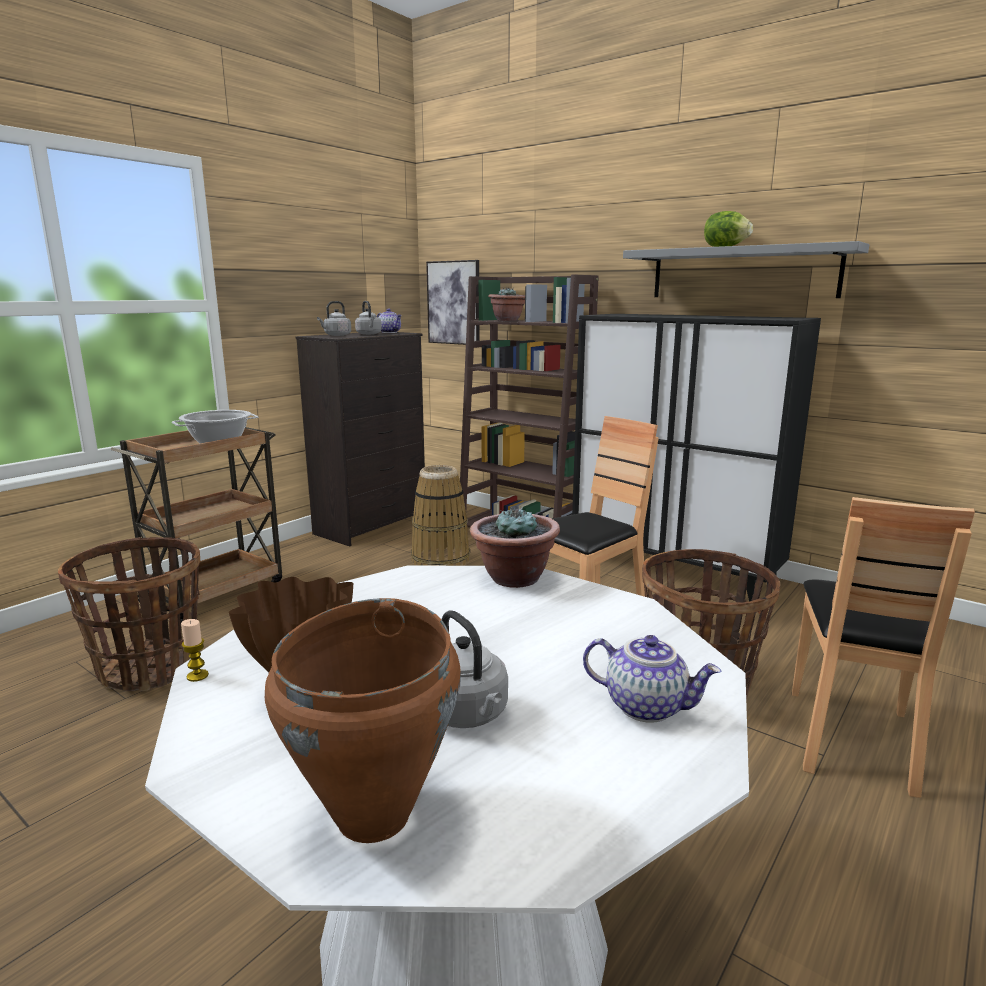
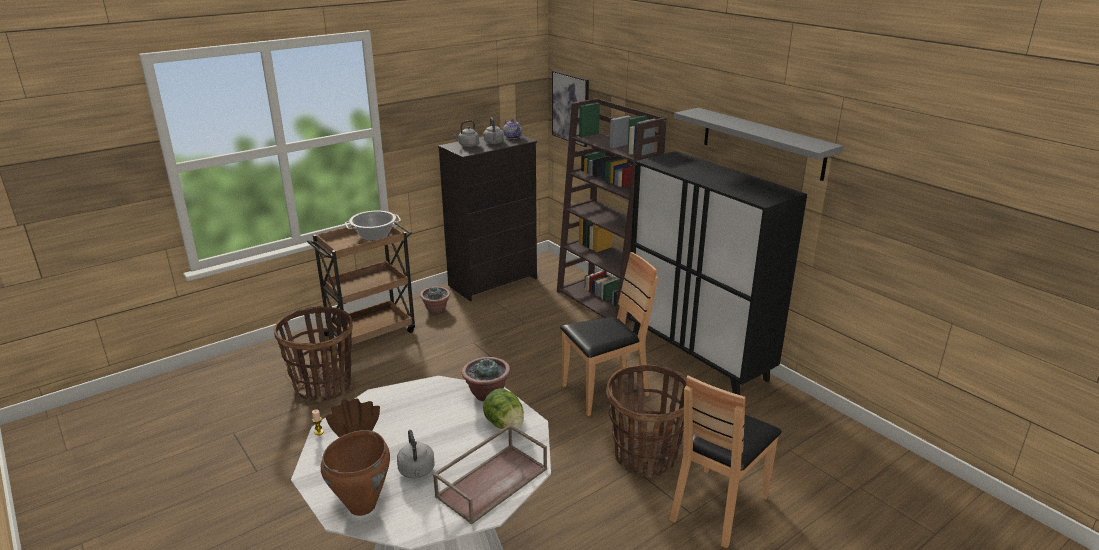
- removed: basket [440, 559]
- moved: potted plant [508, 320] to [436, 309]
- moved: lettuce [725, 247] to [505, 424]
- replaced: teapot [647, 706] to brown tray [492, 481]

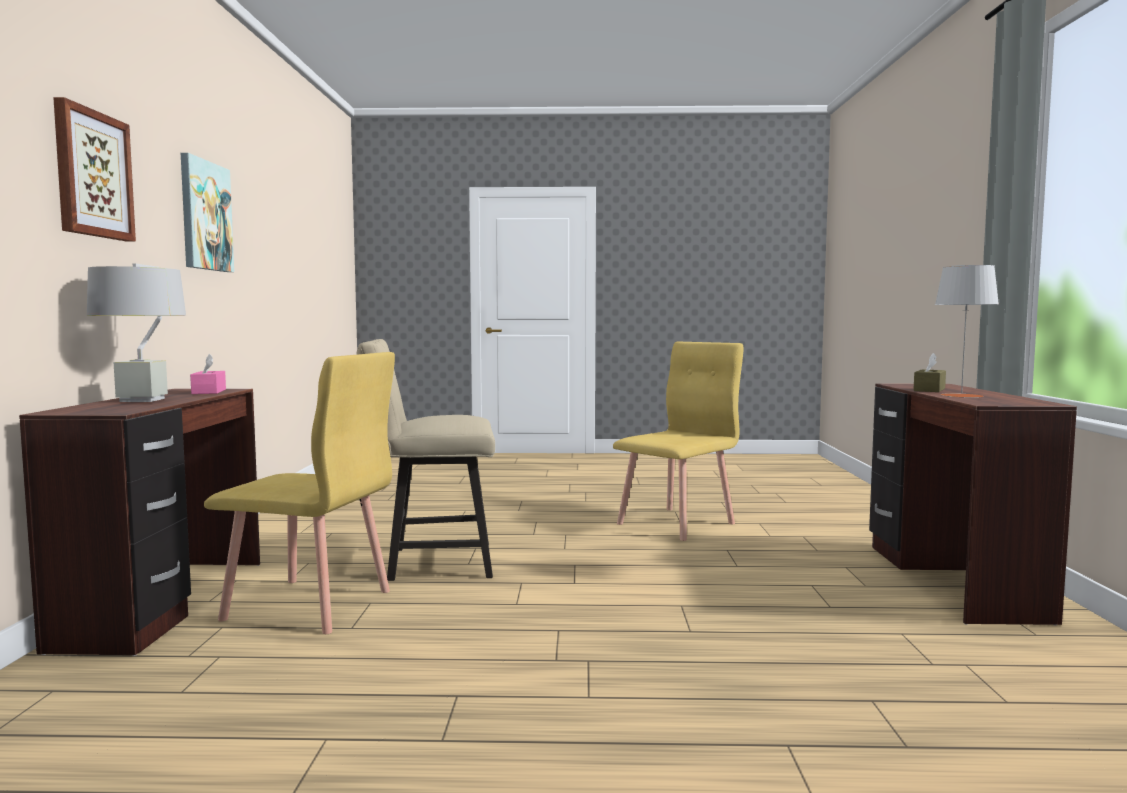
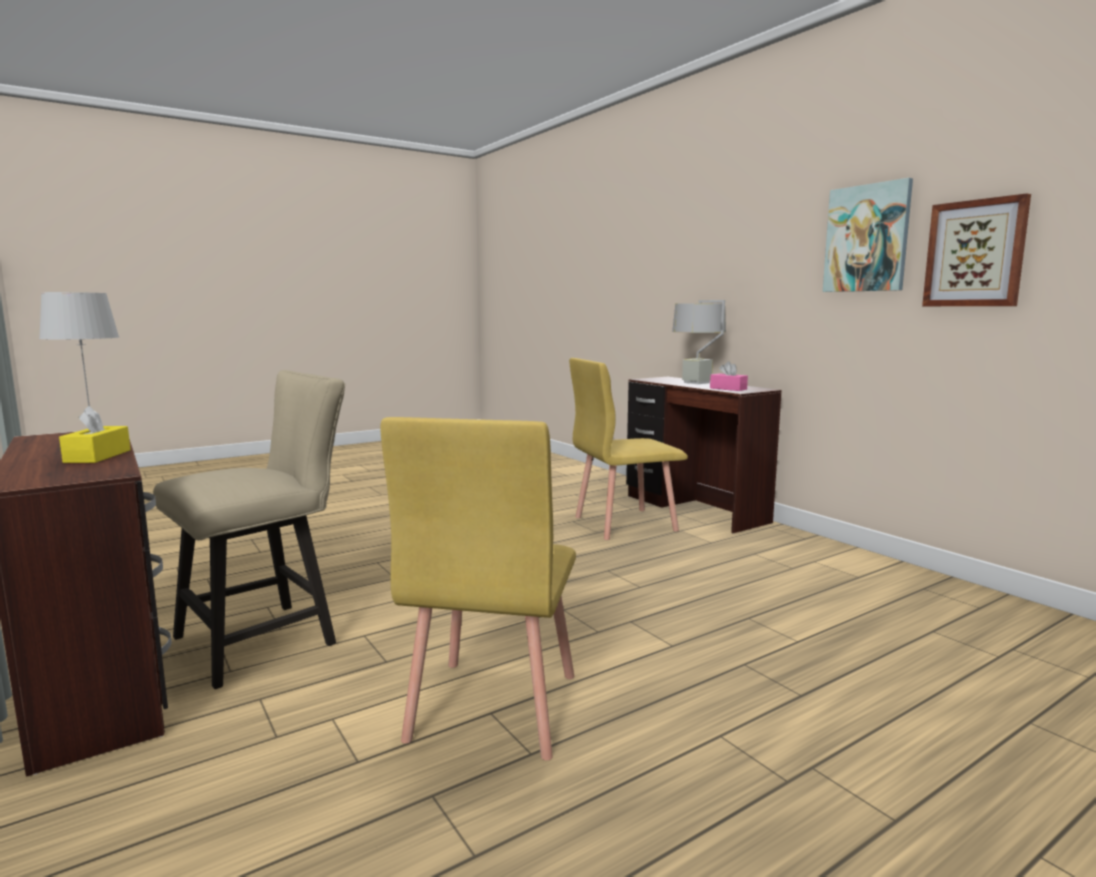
- moved: picture [92, 174] to [975, 254]
- moved: beige chair [431, 562] to [267, 638]
- recoloured: brown tissue box [929, 390] to yellow tissue box [98, 456]

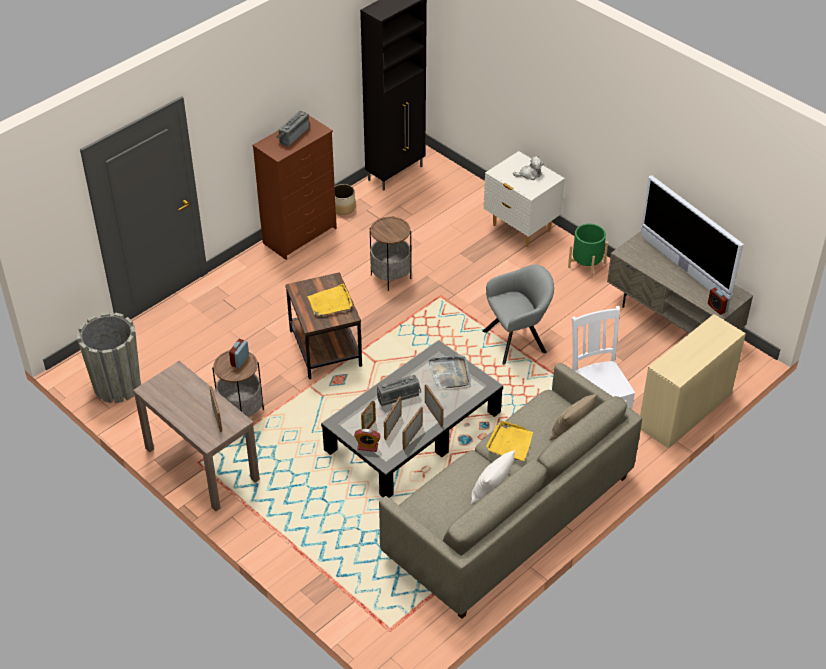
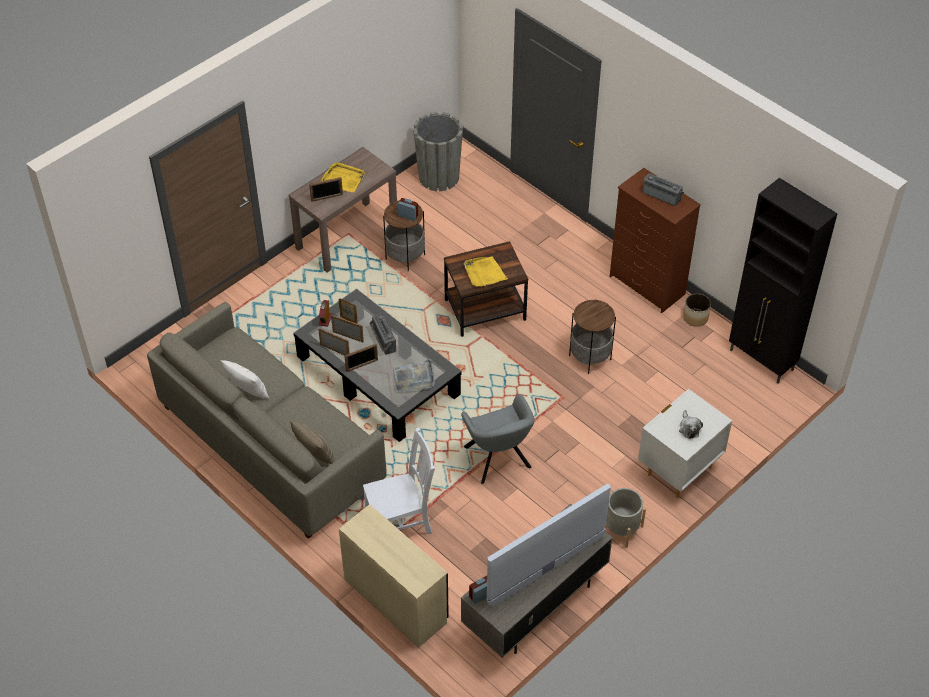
- moved: yellow tray [510, 443] to [343, 179]
- recoloured: green planter [586, 265] to grey planter [621, 529]

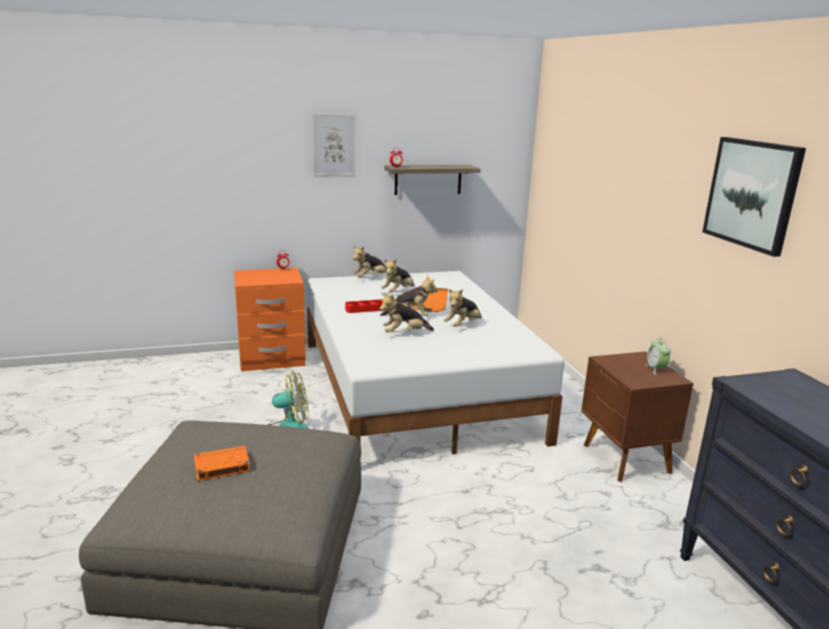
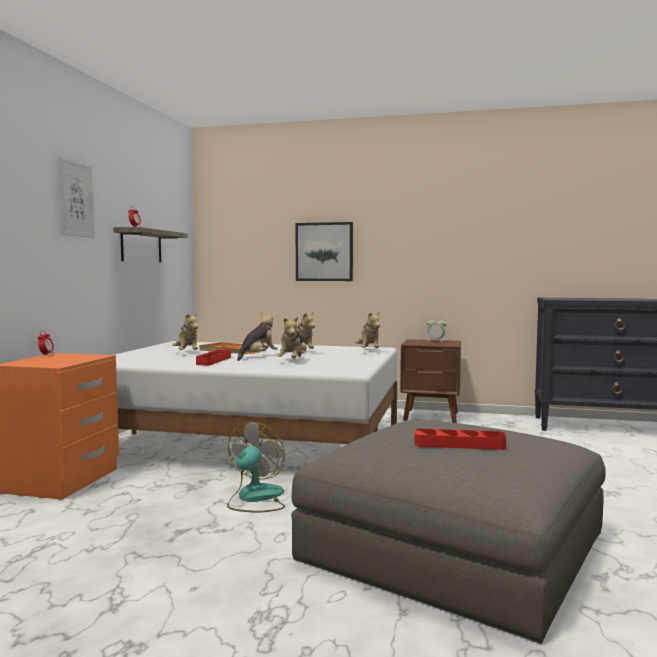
- moved: plush toy [370, 278] to [369, 351]
- moved: picture [752, 194] to [324, 252]
- replaced: orange book [221, 467] to red tray [459, 444]

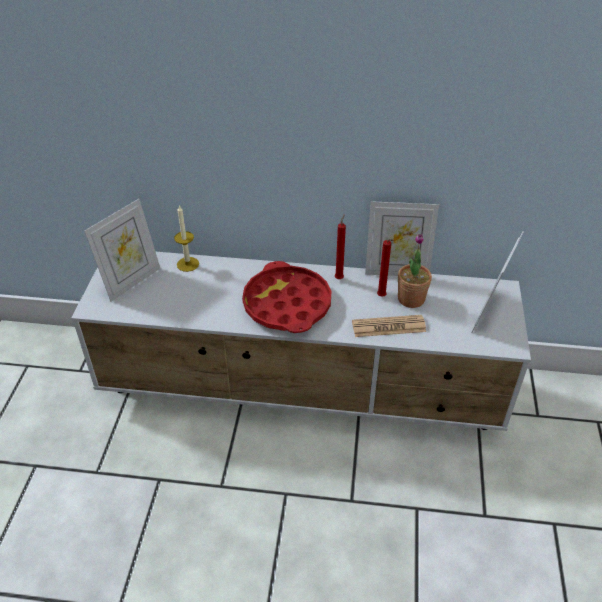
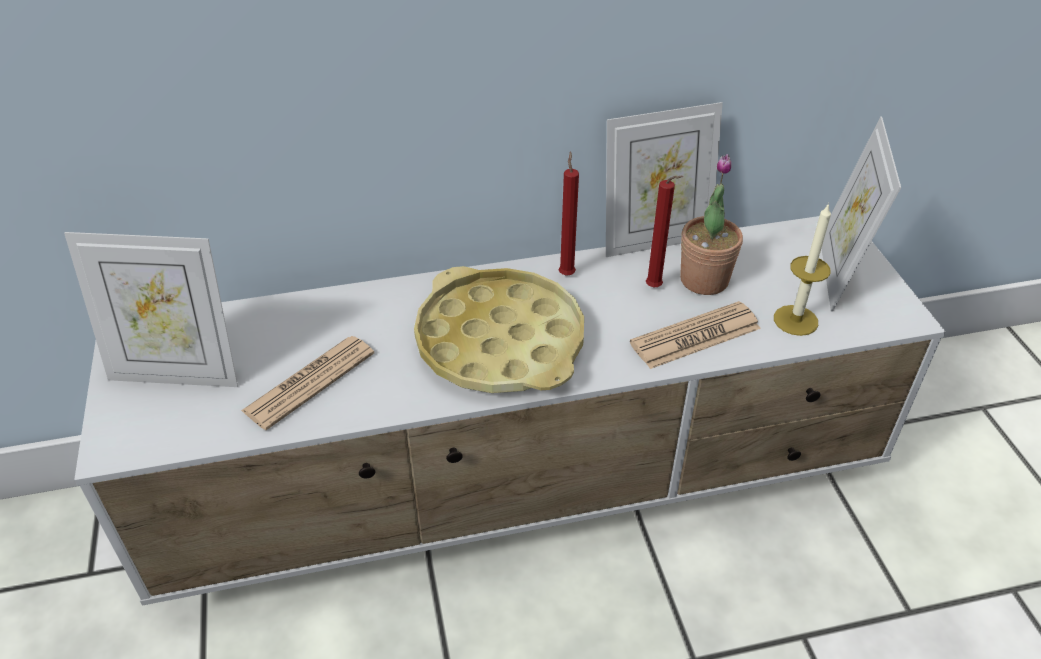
- added: newspaper [309, 382]
- moved: candle [188, 264] to [795, 320]
- recoloured: red tray [287, 304] to yellow tray [499, 342]
- turned: picture frame [131, 281] = [177, 373] 75 degrees clockwise

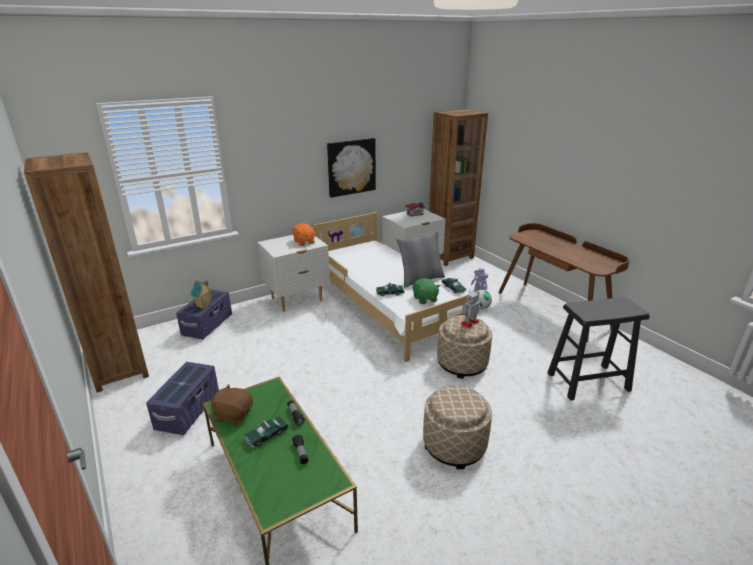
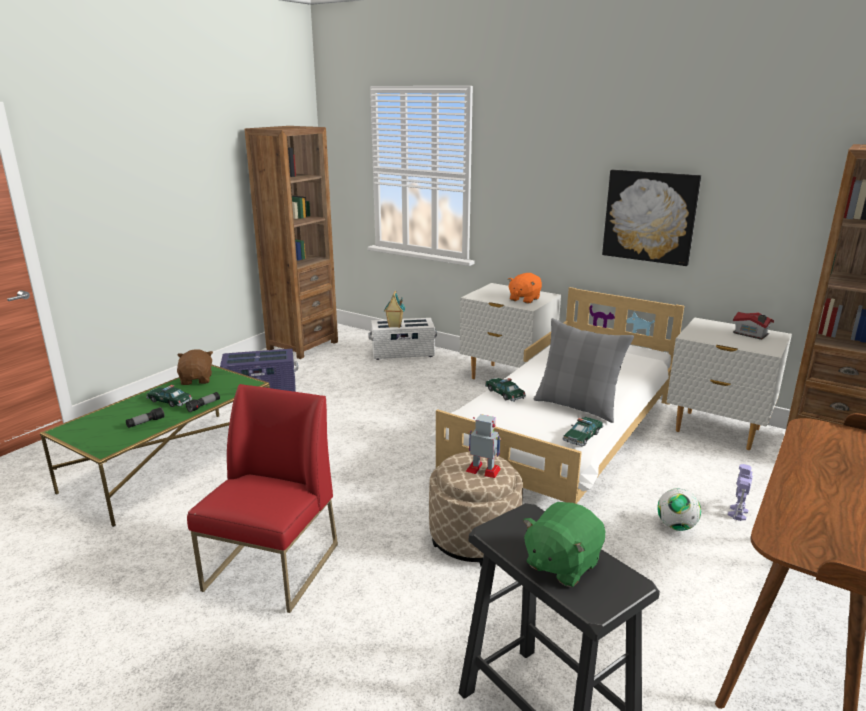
- moved: green plush toy [424, 299] to [561, 564]
- replaced: beige ottoman [454, 445] to red chair [272, 567]
- recoloured: purple storage box [207, 325] to white storage box [403, 353]

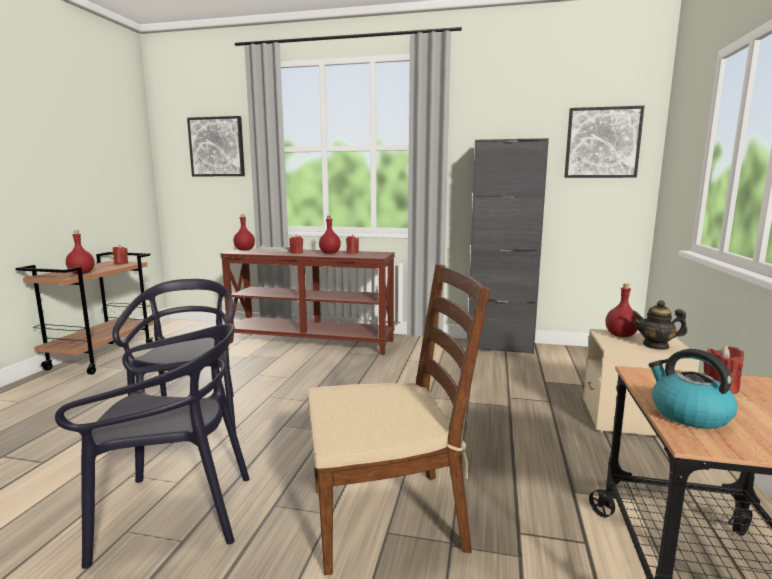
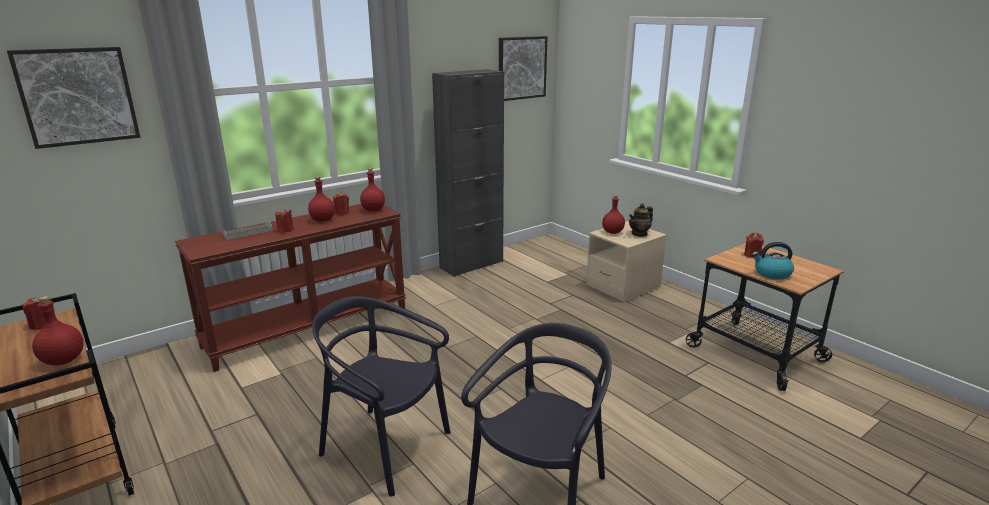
- removed: brown chair [388, 517]
- moved: red bottle [245, 250] to [373, 210]

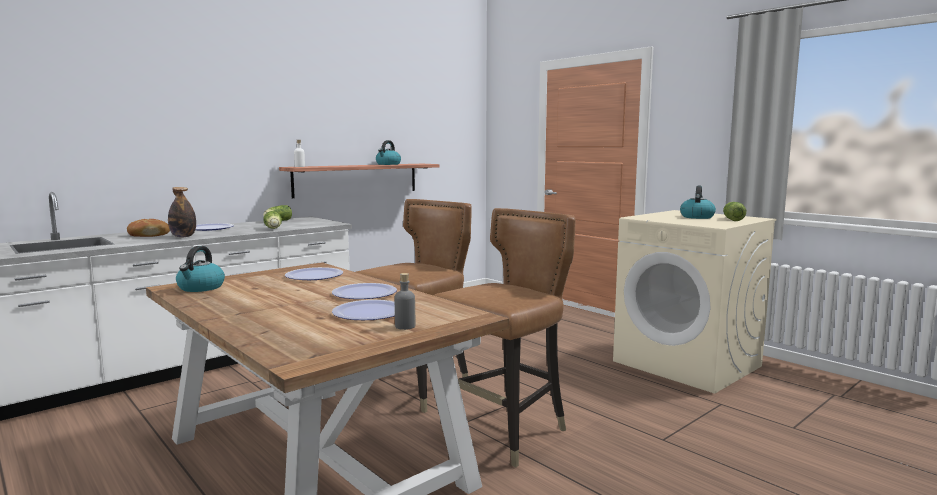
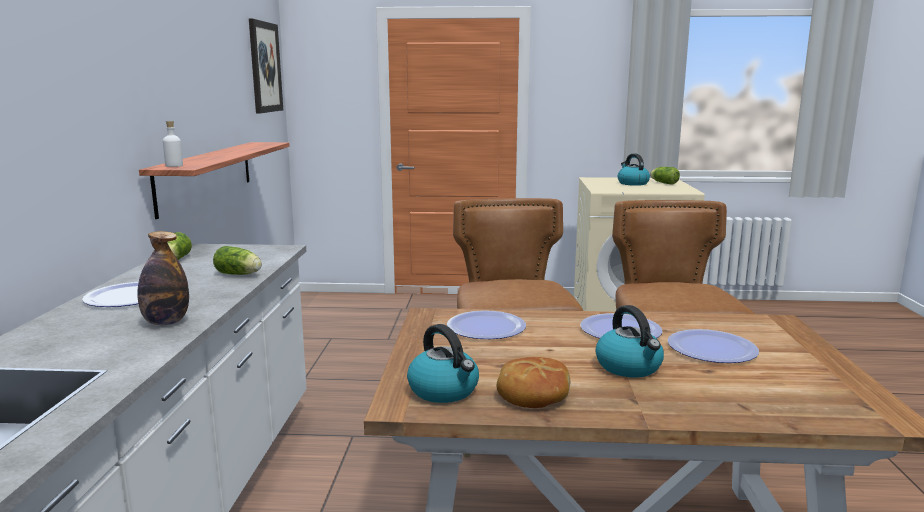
- removed: grey bottle [405, 326]
- added: picture [265, 67]
- moved: bread [148, 235] to [532, 394]
- moved: kettle [388, 164] to [629, 367]

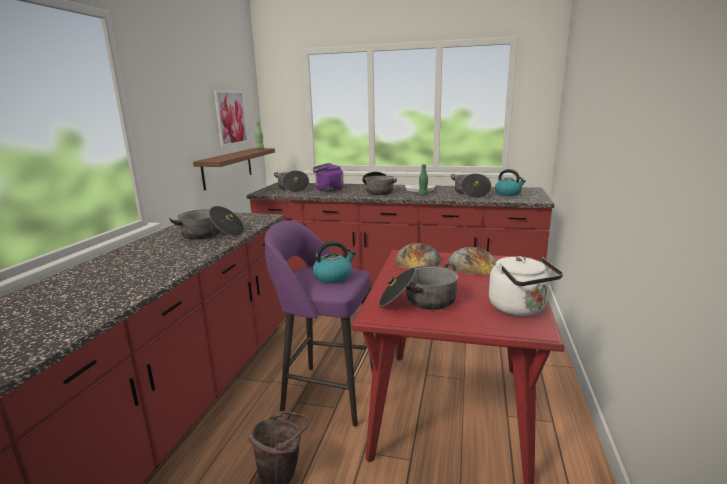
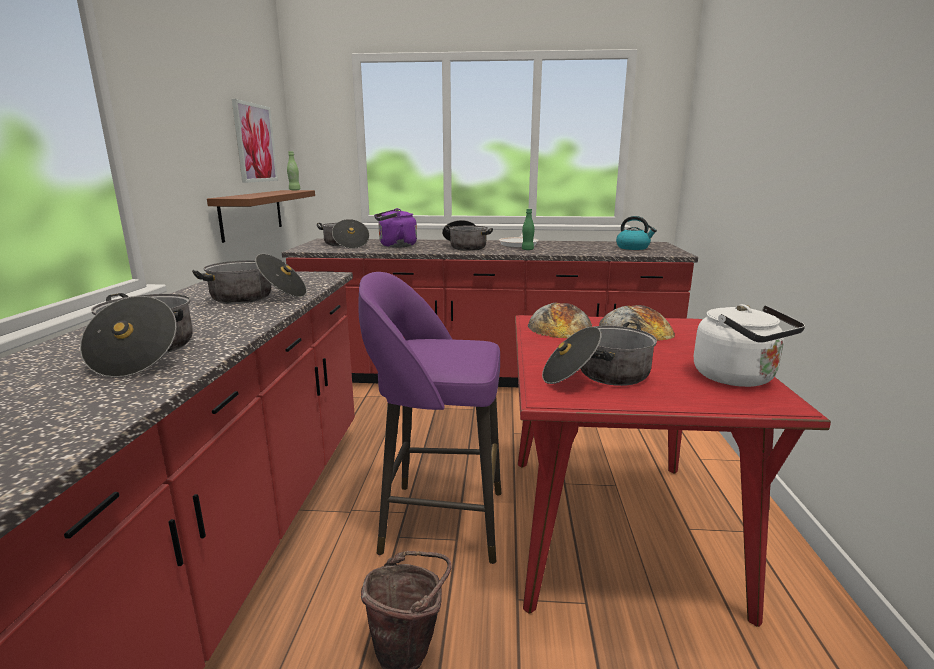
- removed: kettle [333, 276]
- moved: cooking pot [470, 193] to [145, 353]

